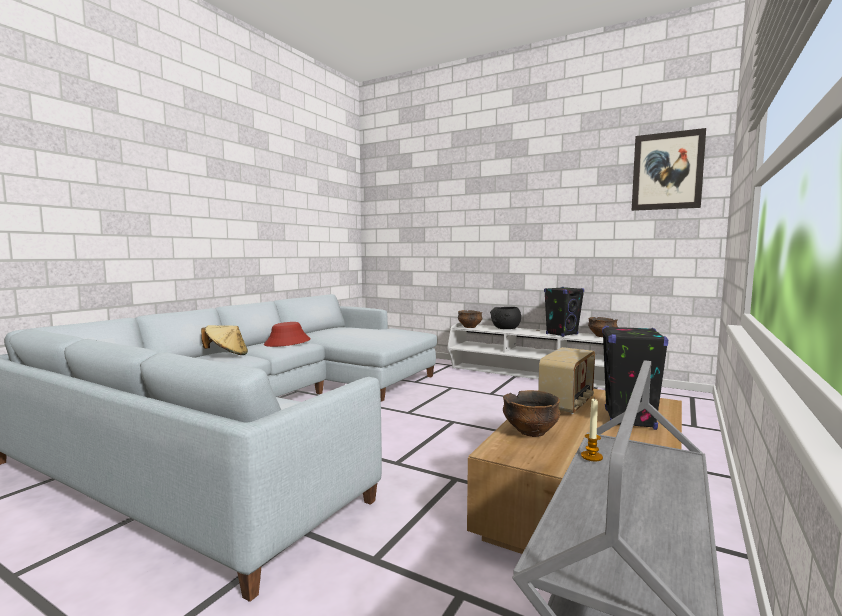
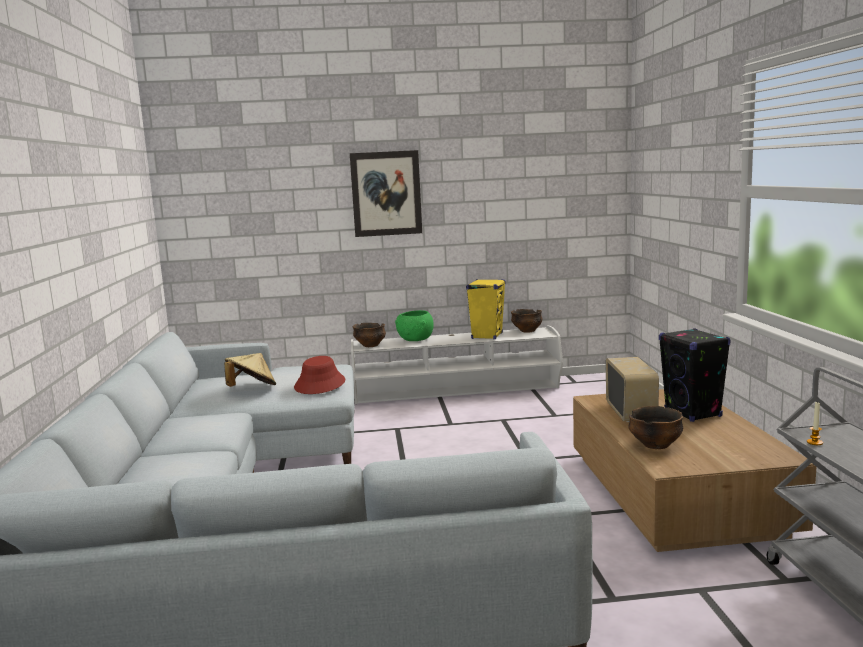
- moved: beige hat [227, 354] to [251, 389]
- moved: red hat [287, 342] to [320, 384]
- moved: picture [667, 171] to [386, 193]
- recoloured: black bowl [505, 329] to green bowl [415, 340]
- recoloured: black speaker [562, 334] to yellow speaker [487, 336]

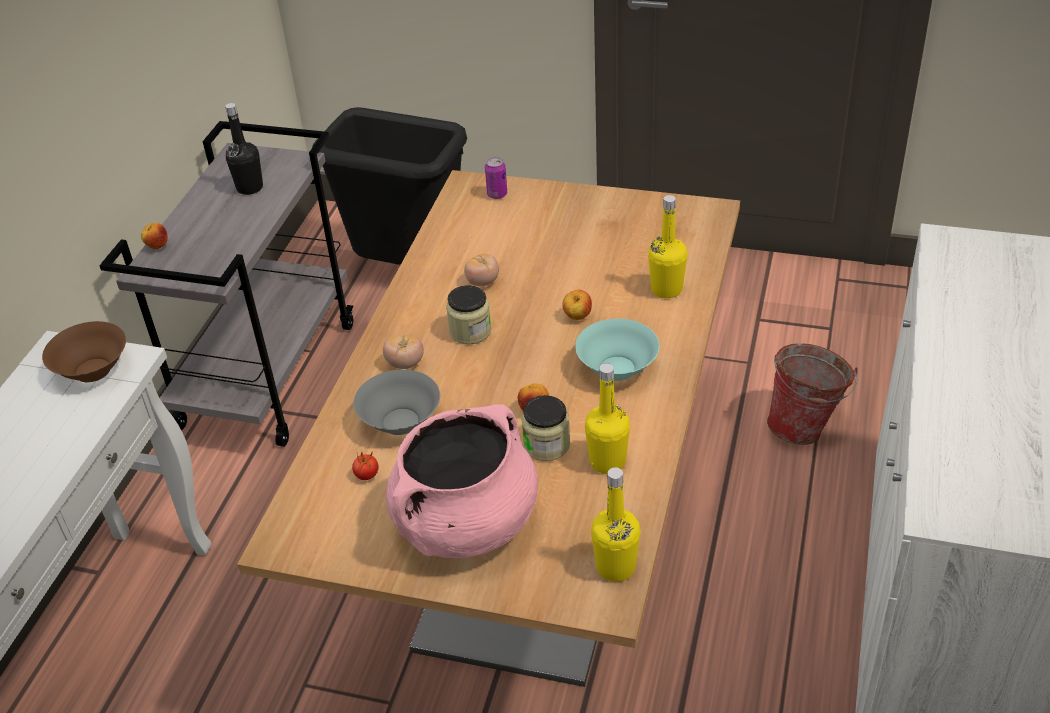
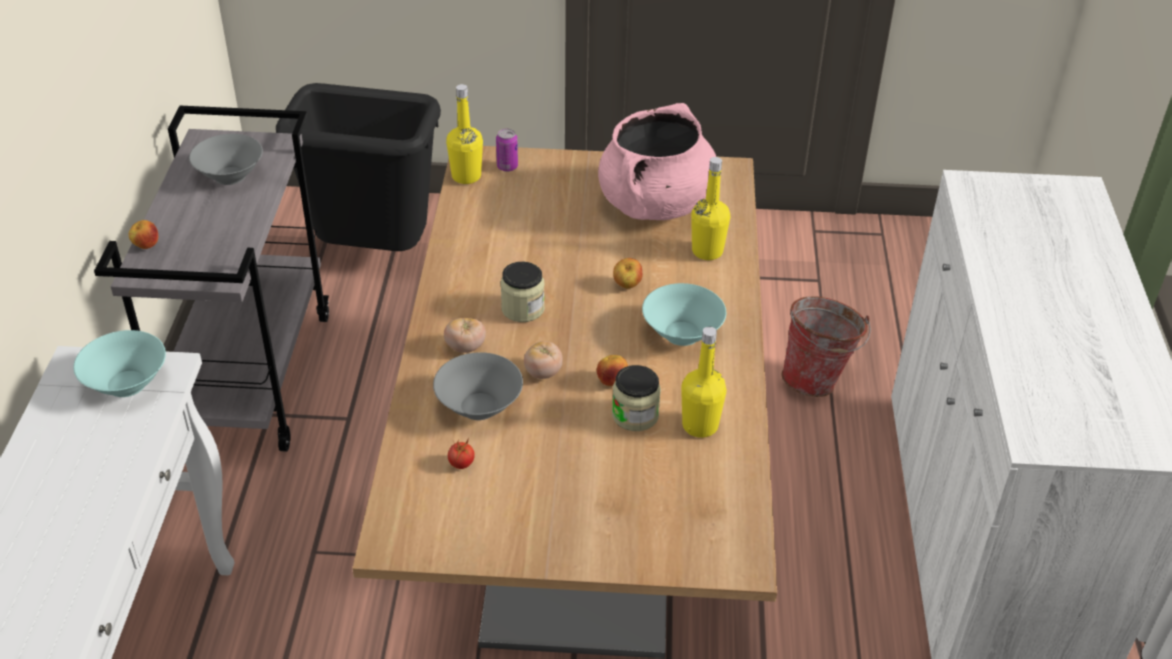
- moved: pink cooking pot [466, 524] to [655, 204]
- moved: tomato [482, 282] to [543, 373]
- moved: yellow bottle [615, 567] to [466, 176]
- replaced: black bottle [250, 188] to grey bowl [231, 176]
- recoloured: brown bowl [93, 369] to turquoise bowl [127, 383]

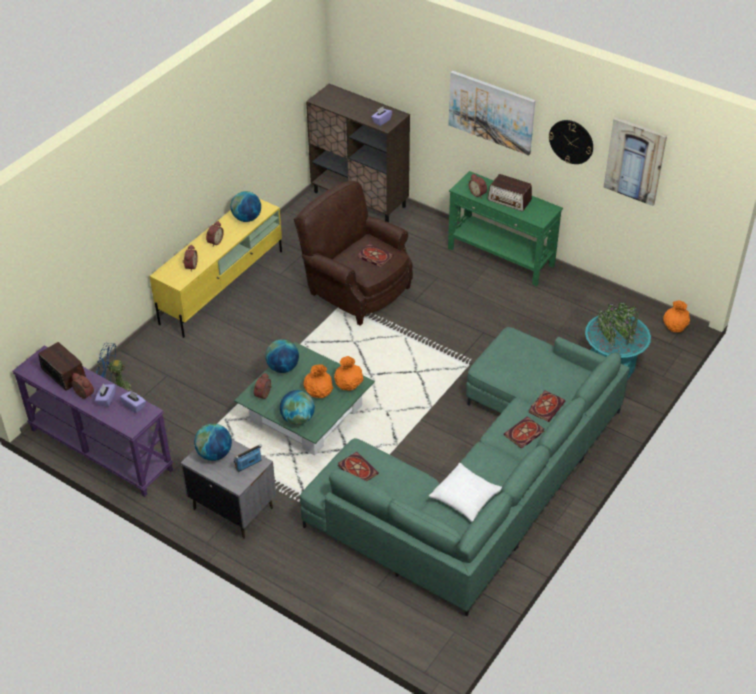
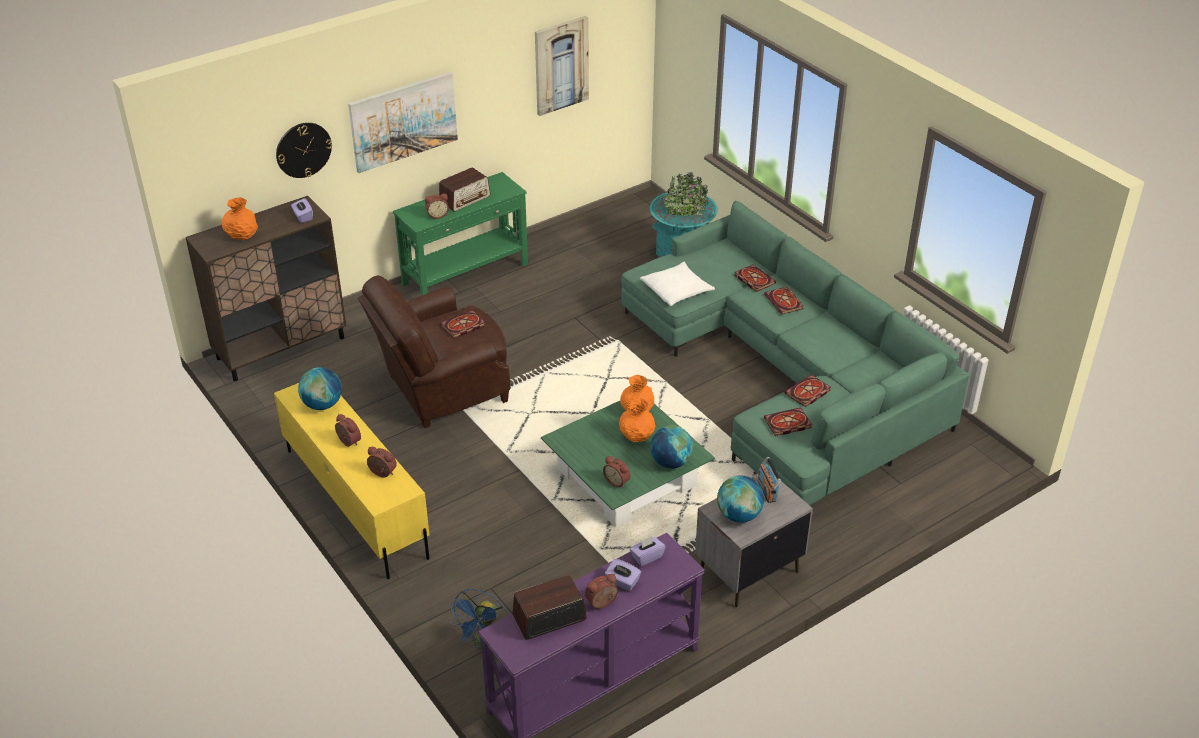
- removed: globe [283, 368]
- added: book [807, 393]
- moved: white pillow [465, 497] to [677, 290]
- moved: wall clock [571, 141] to [303, 150]
- moved: orange vase [674, 327] to [242, 235]

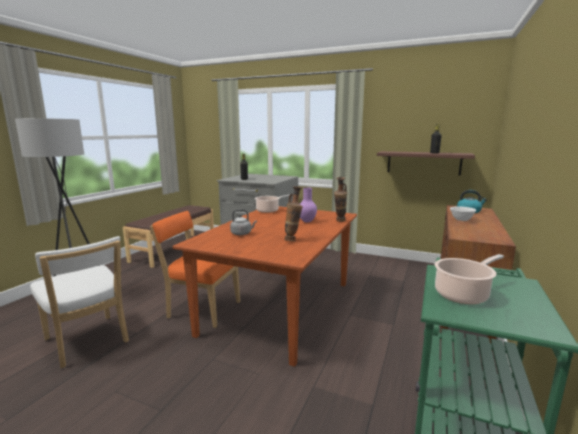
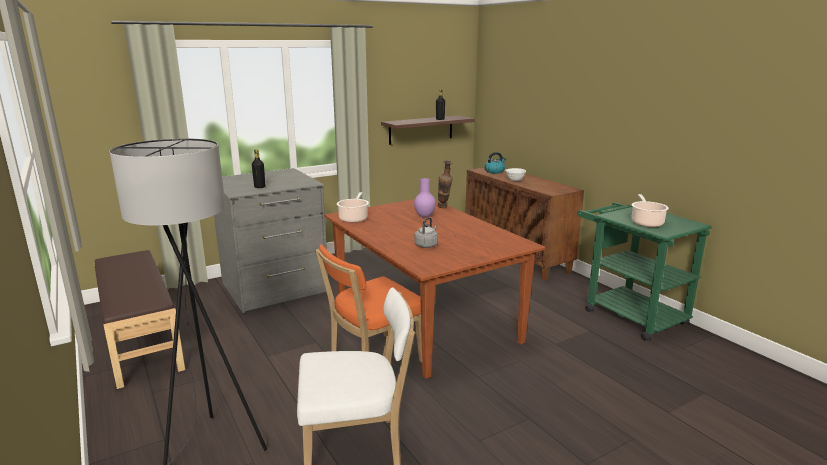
- removed: vase [293, 240]

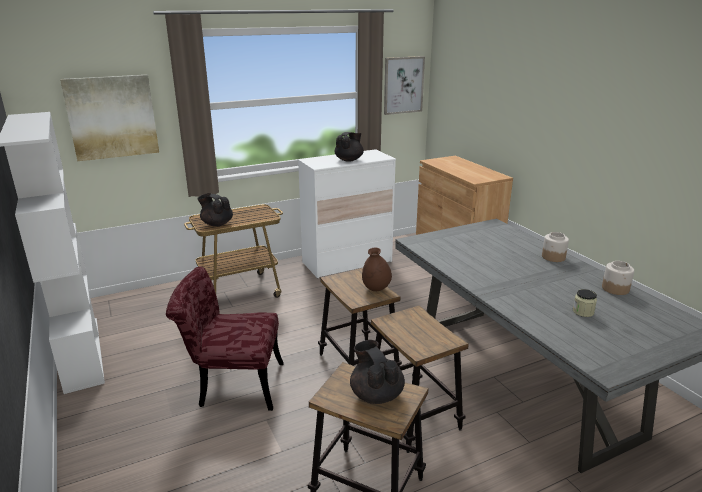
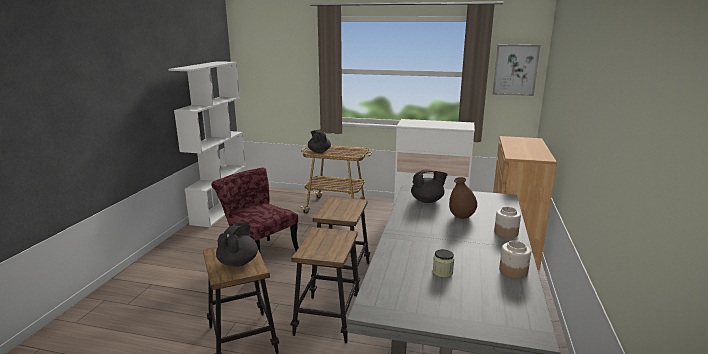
- removed: picture [112, 117]
- moved: black teapot [349, 160] to [427, 201]
- moved: brown vase [376, 289] to [461, 217]

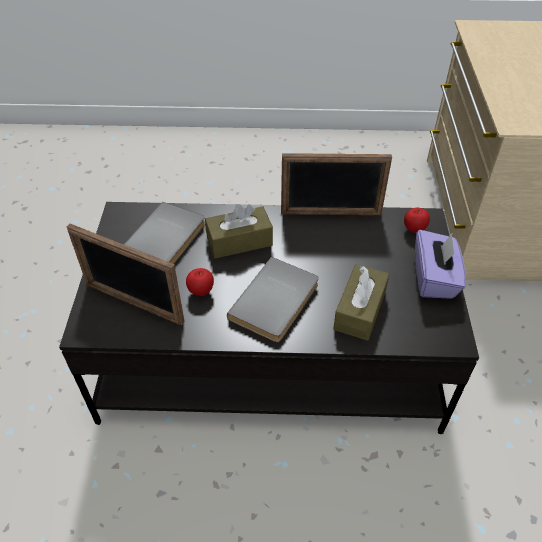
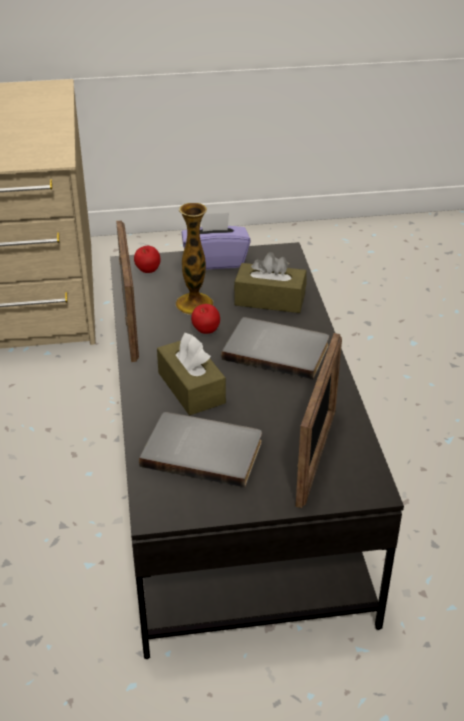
- added: vase [194, 304]
- moved: apple [201, 291] to [205, 332]

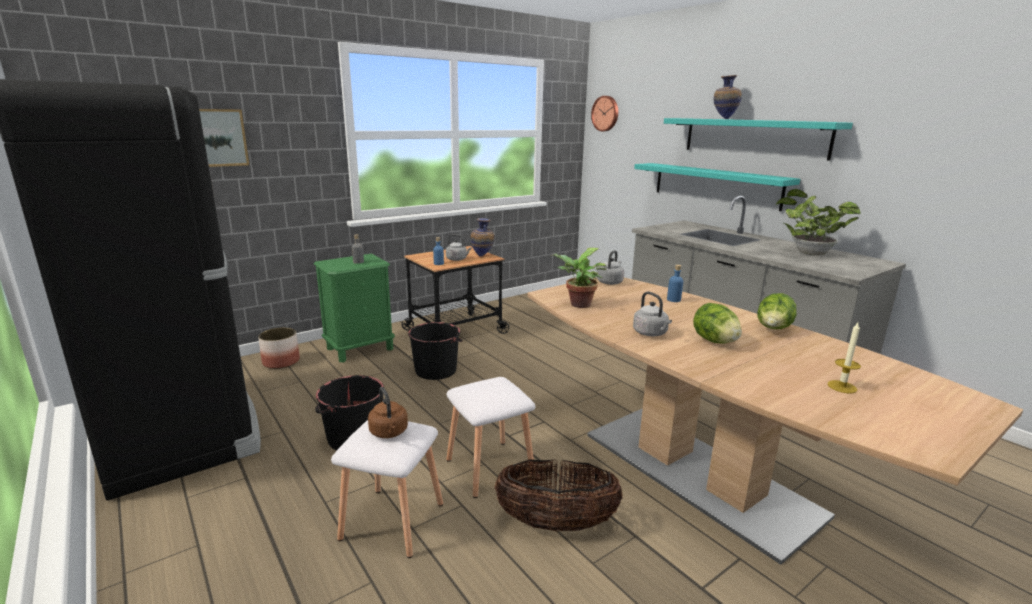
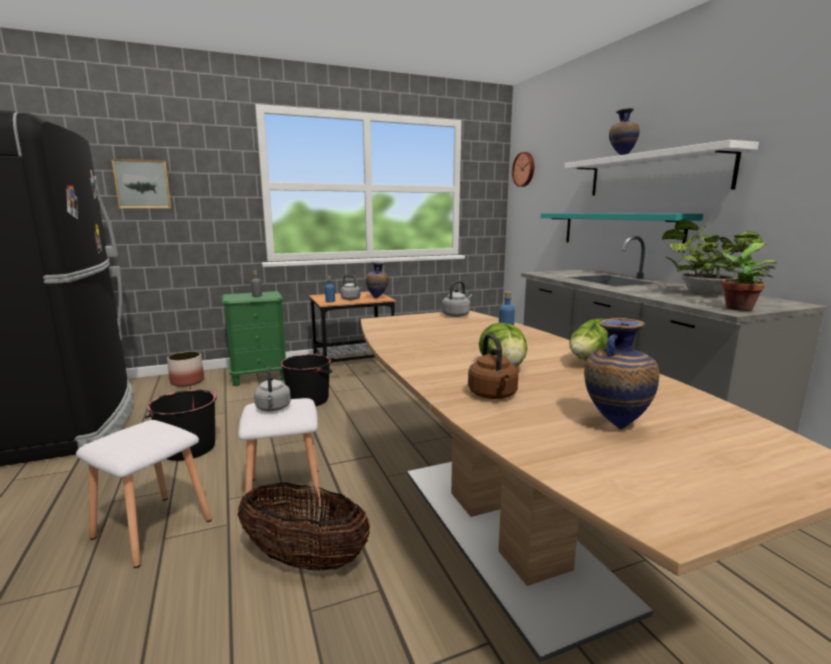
- moved: brown kettle [389, 433] to [493, 395]
- moved: potted plant [578, 305] to [735, 308]
- moved: grey kettle [651, 333] to [273, 408]
- replaced: candle [842, 387] to vase [614, 424]
- recoloured: turquoise shelf [753, 137] to white shelf [655, 174]

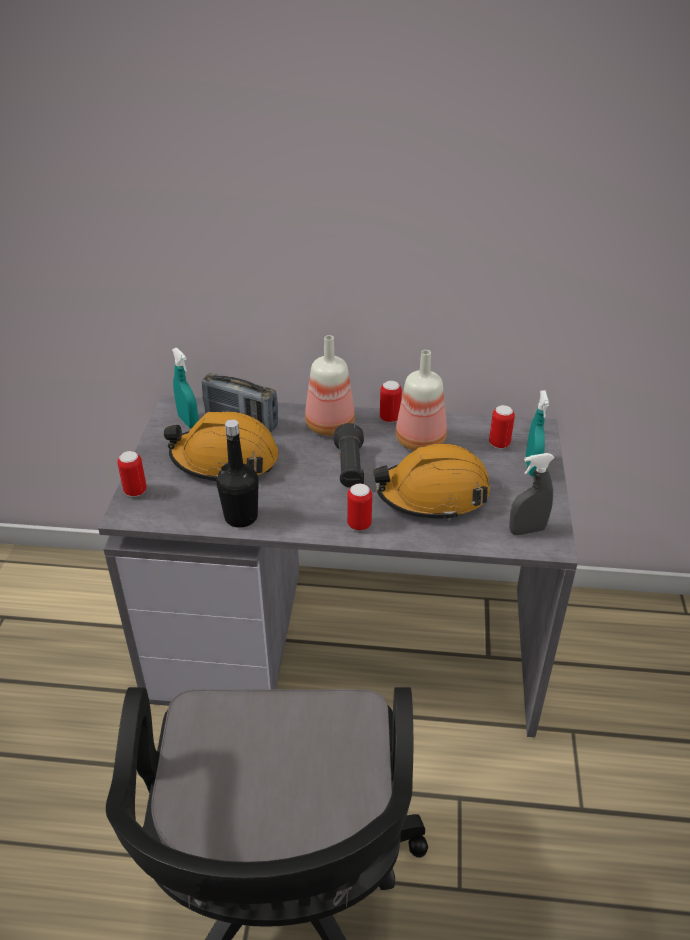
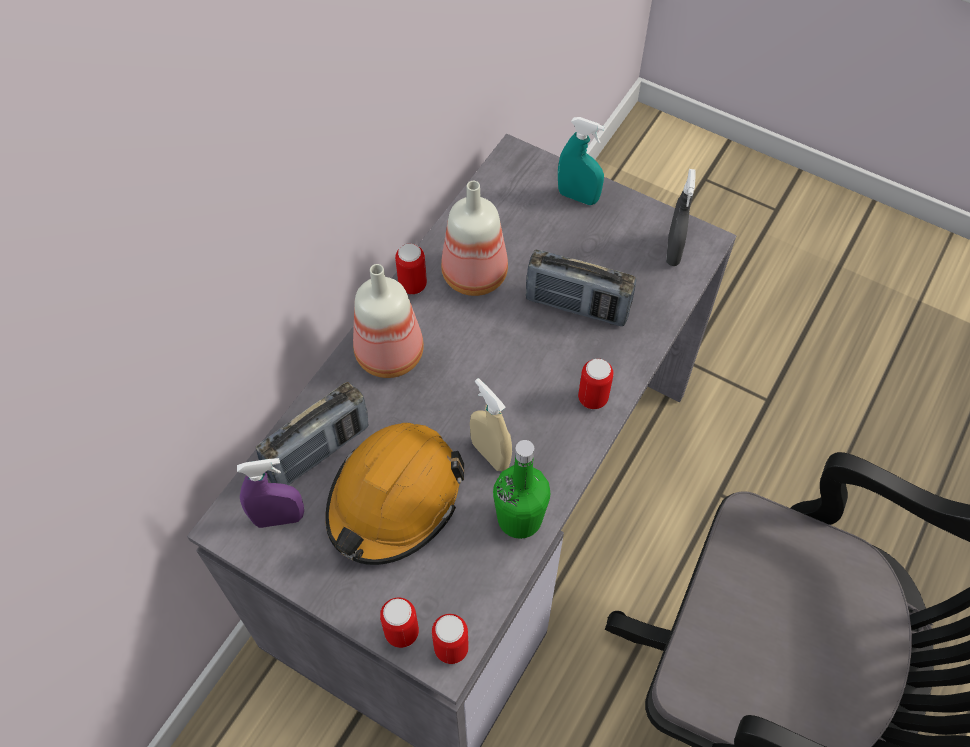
- removed: black flashlight [349, 468]
- added: beige spray bottle [490, 454]
- moved: can [499, 444] to [451, 648]
- replaced: orange hard hat [432, 495] to radio [577, 306]
- recoloured: turquoise spray bottle [188, 421] to purple spray bottle [279, 518]
- recoloured: black bottle [241, 517] to green bottle [519, 518]

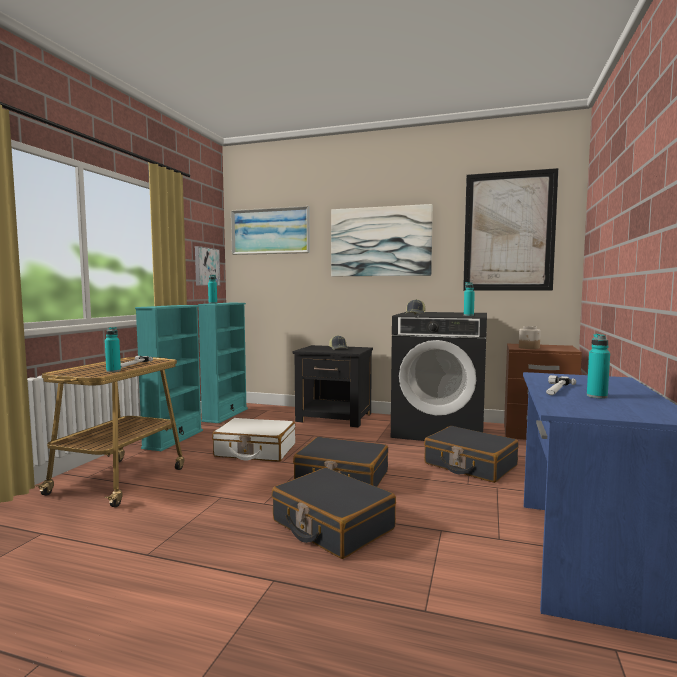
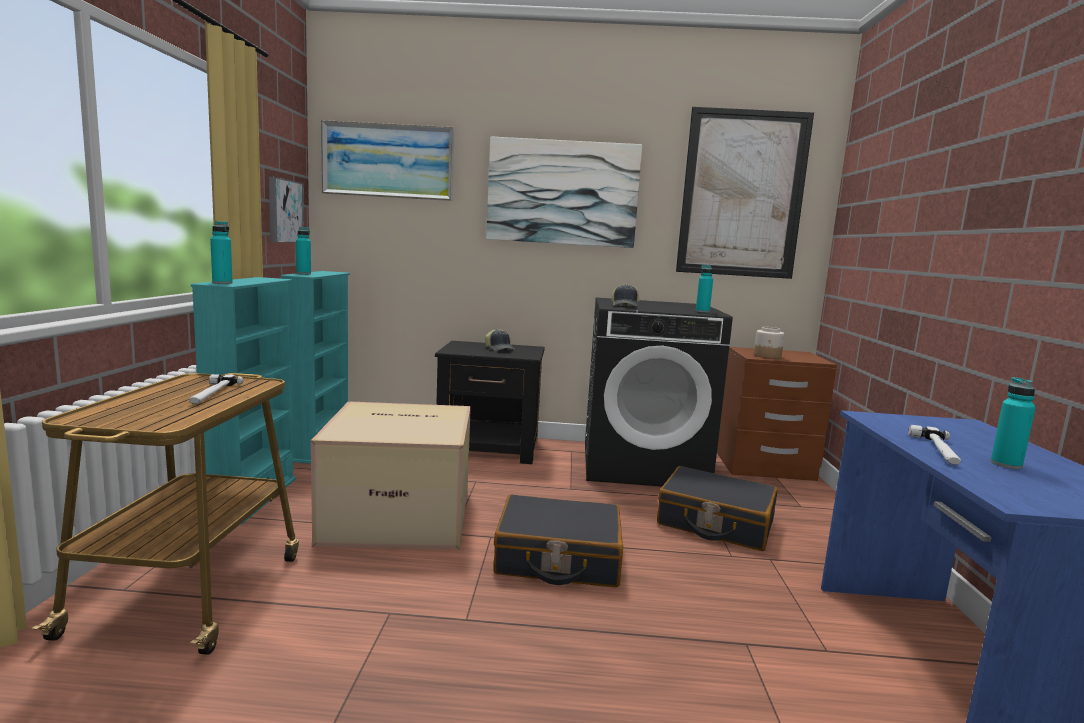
- removed: black suitcase [332, 525]
- moved: turquoise bottle [113, 371] to [222, 283]
- replaced: white suitcase [255, 451] to cardboard box [401, 515]

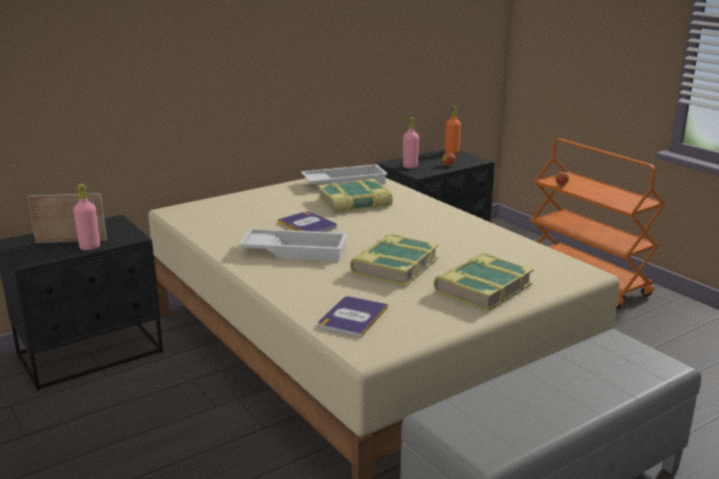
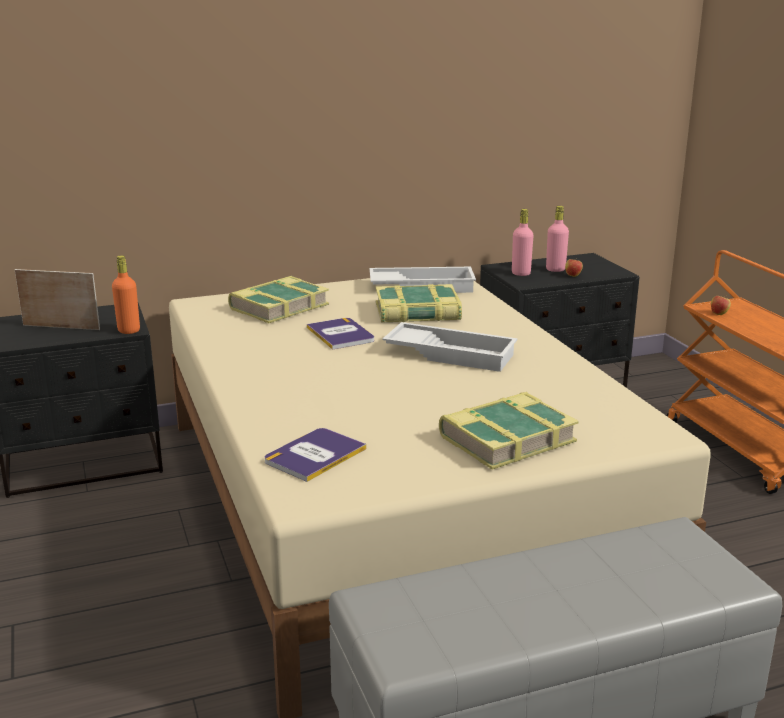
- moved: pink bottle [90, 247] to [555, 269]
- moved: white tray [295, 250] to [451, 354]
- moved: book [394, 266] to [278, 307]
- moved: orange bottle [451, 152] to [129, 330]

